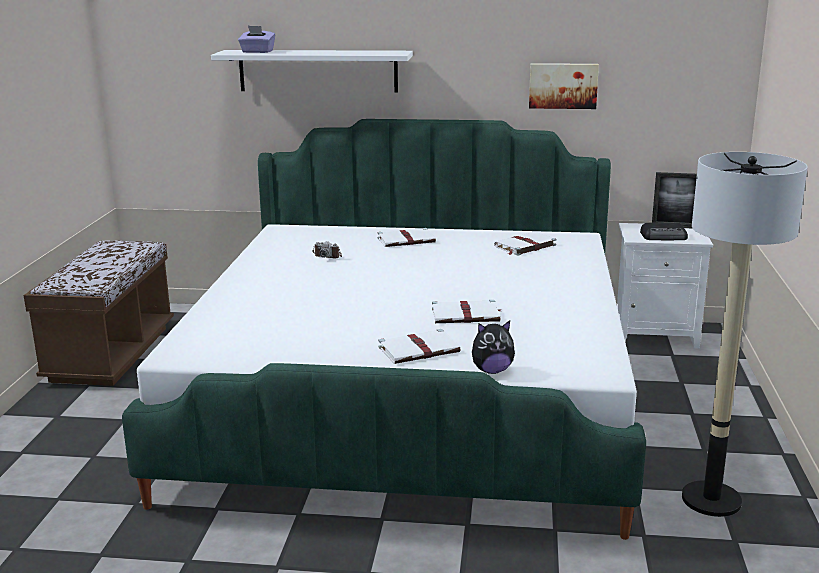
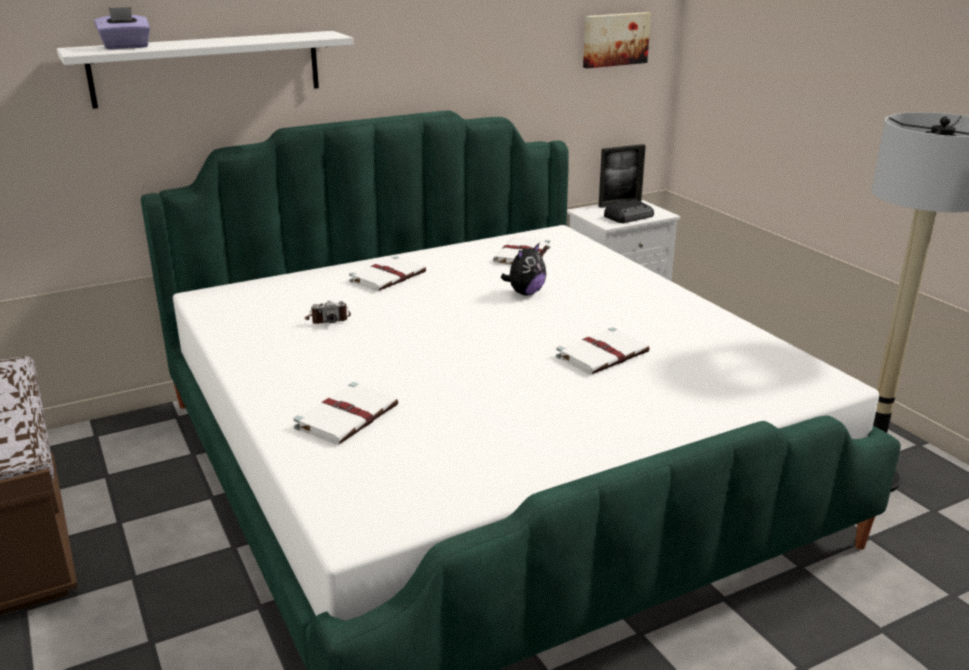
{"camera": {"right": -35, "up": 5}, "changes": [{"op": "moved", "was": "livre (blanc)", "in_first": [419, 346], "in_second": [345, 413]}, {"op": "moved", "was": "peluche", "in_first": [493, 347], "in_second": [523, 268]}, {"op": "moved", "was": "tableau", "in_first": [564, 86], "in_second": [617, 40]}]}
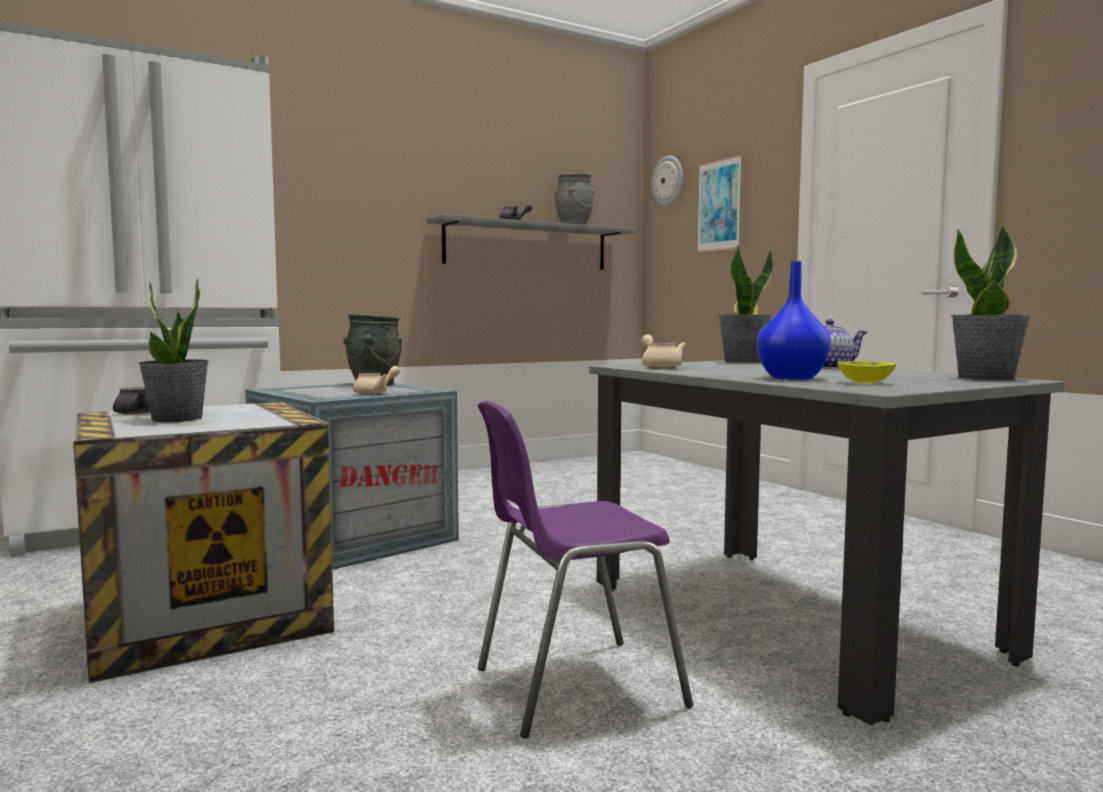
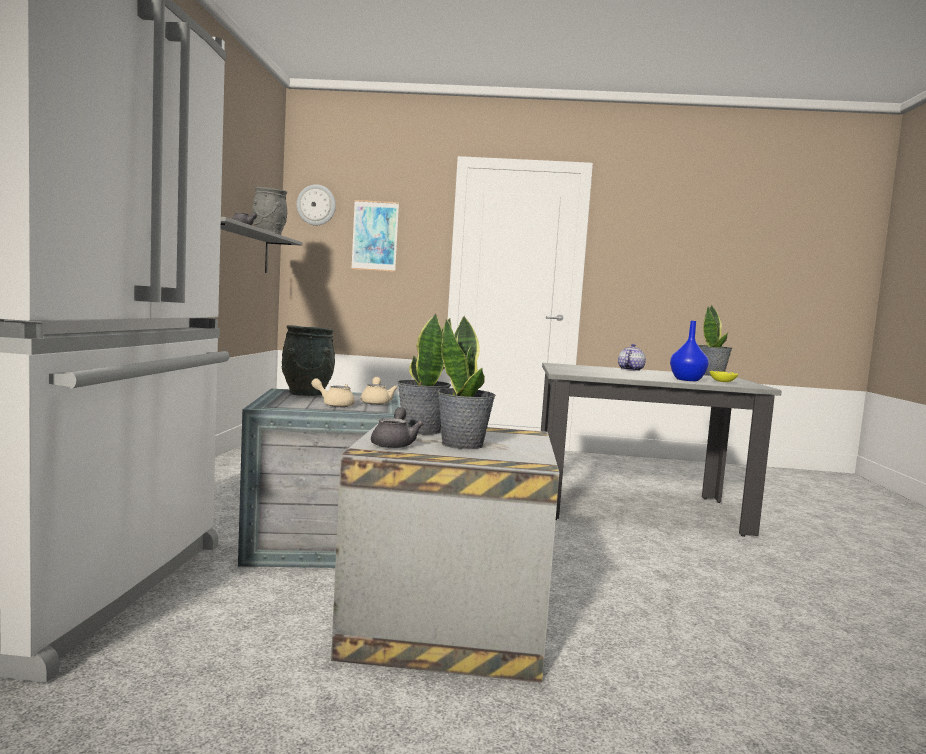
{"camera": {"right": -55, "up": 0}, "changes": [{"op": "moved", "was": "théière (beige)", "in_first": [664, 351], "in_second": [333, 392]}, {"op": "moved", "was": "plante en pot", "in_first": [745, 304], "in_second": [424, 374]}, {"op": "removed", "was": "chaise (violet)", "in_first": [585, 570]}]}
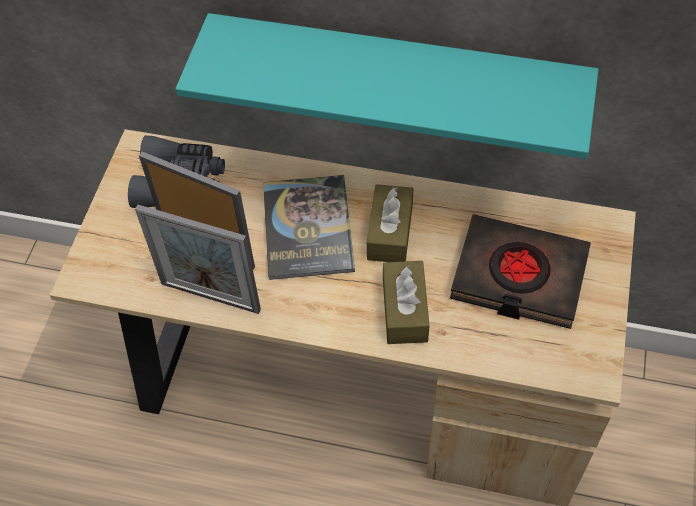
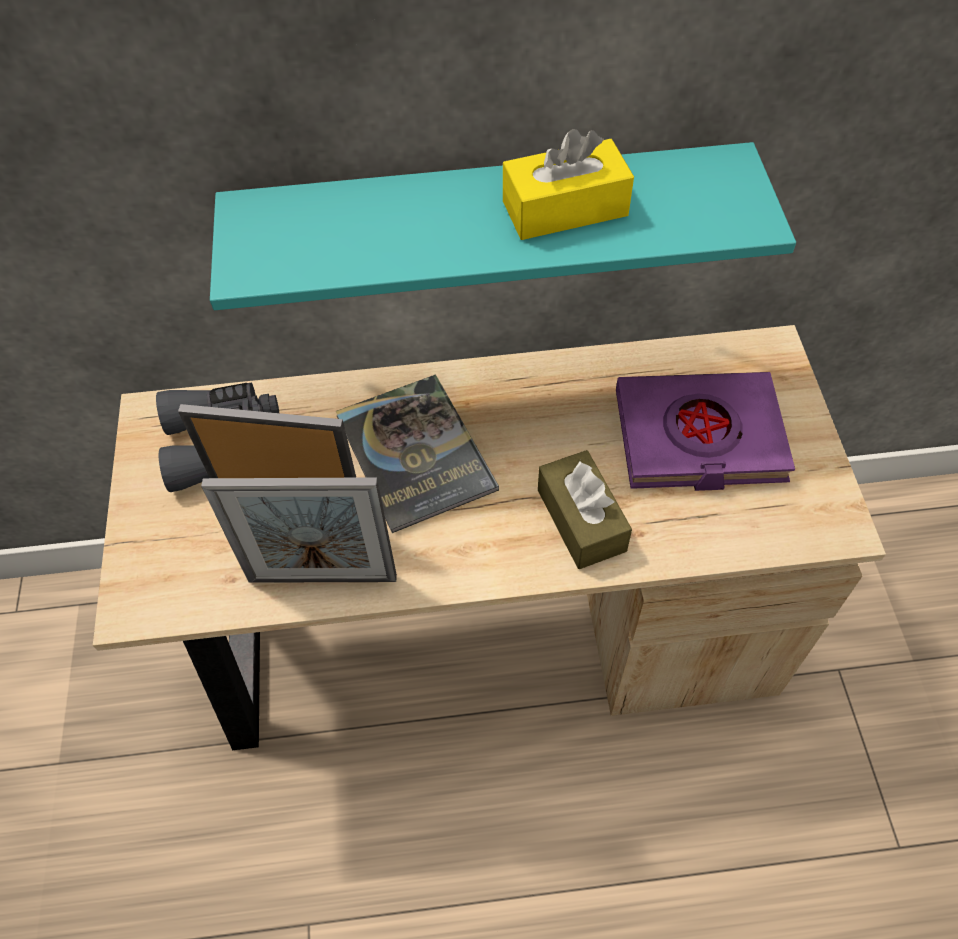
{"camera": {"right": -20, "up": 0}, "changes": [{"op": "added", "now": "boîte à mouchoirs (jaune)", "in_second": [568, 184]}, {"op": "recoloured", "was": "livre (noir)", "now": "livre (violet)", "in_first": [520, 271], "in_second": [705, 431]}, {"op": "removed", "was": "boîte à mouchoirs (marron)", "in_first": [390, 223]}]}
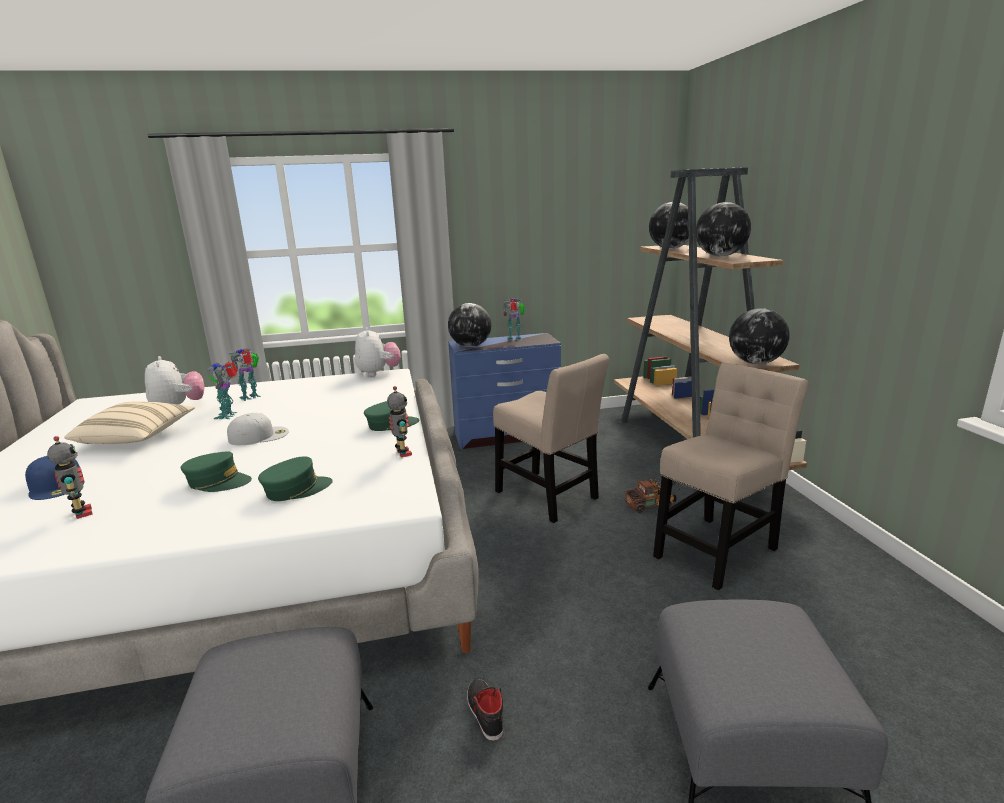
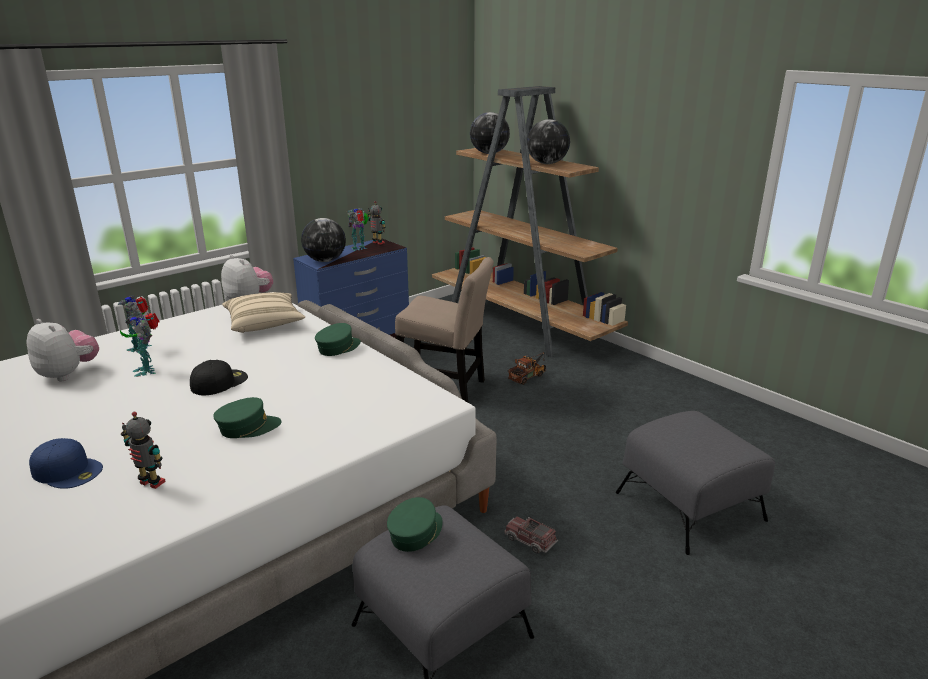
{"camera": {"right": -30, "up": 5}, "changes": [{"op": "recoloured", "was": "casquette (blanc)", "now": "casquette (noir)", "in_first": [258, 429], "in_second": [219, 377]}, {"op": "moved", "was": "coussin (beige)", "in_first": [129, 422], "in_second": [263, 312]}, {"op": "moved", "was": "robot jouet", "in_first": [399, 422], "in_second": [377, 223]}, {"op": "moved", "was": "casquette (vert)", "in_first": [295, 478], "in_second": [415, 524]}, {"op": "replaced", "was": "chaussure (noir)", "now": "camion jouet", "in_first": [485, 710], "in_second": [531, 535]}, {"op": "removed", "was": "chaise (beige)", "in_first": [731, 476]}, {"op": "removed", "was": "globe", "in_first": [759, 336]}]}
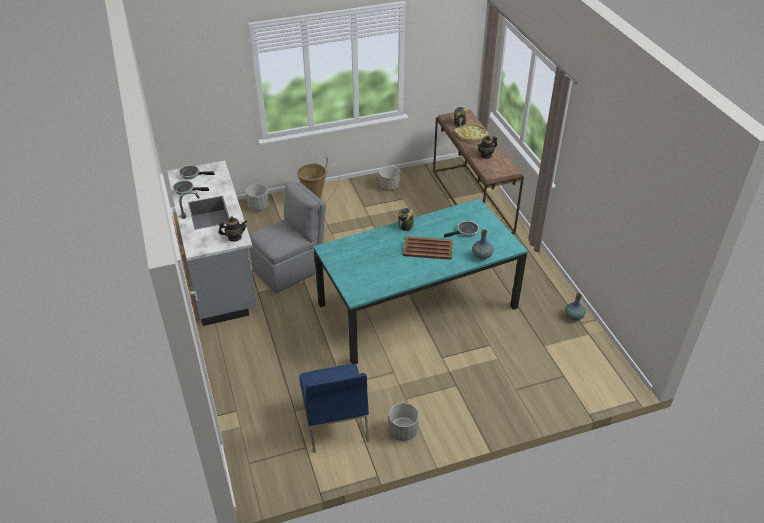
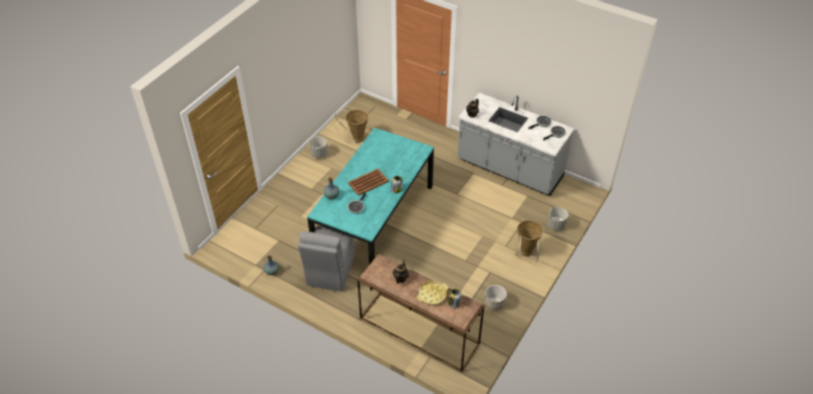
{"camera": {"right": 140, "up": 5}, "changes": [{"op": "moved", "was": "chaise (gris)", "in_first": [287, 237], "in_second": [326, 259]}, {"op": "replaced", "was": "chaise (bleu)", "now": "panier", "in_first": [334, 408], "in_second": [351, 126]}]}
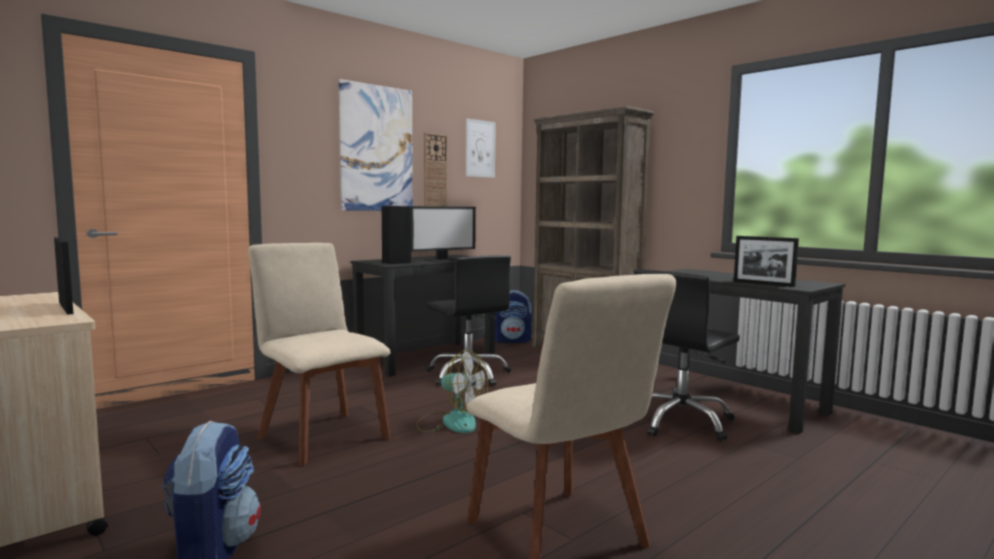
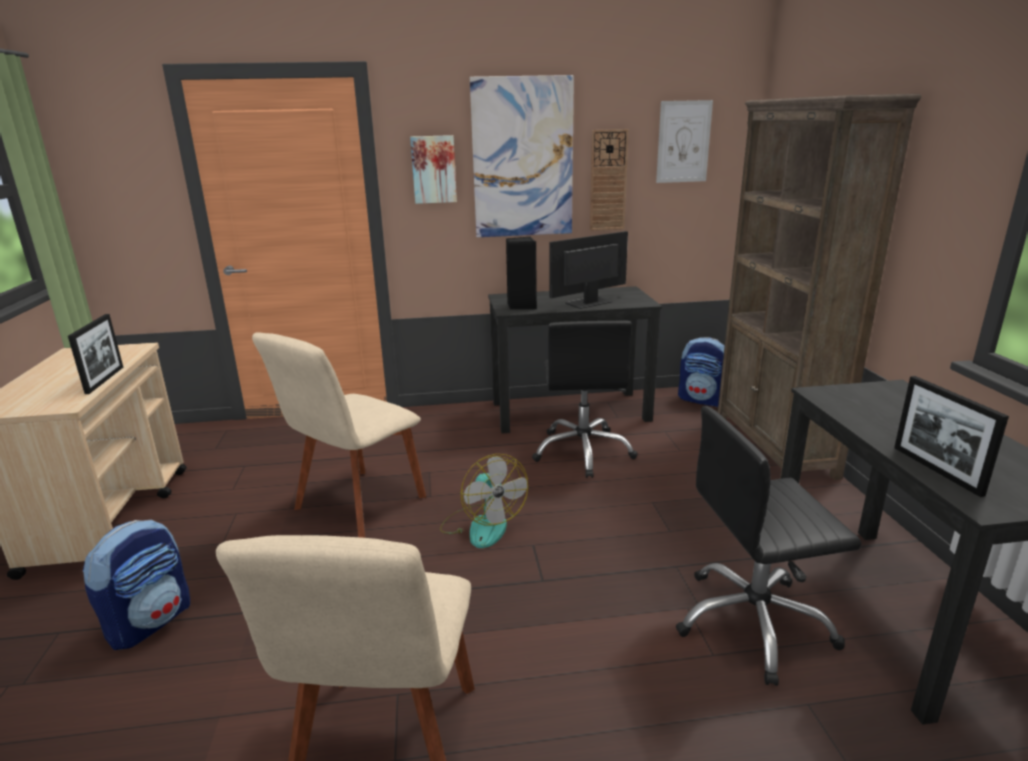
{"camera": {"right": 35, "up": 15}, "changes": [{"op": "turned", "was": "chaise (beige)", "in_first": [319, 354], "in_second": [339, 435], "clockwise": -135}, {"op": "added", "now": "tableau", "in_second": [433, 169]}, {"op": "turned", "was": "écran d'ordinateur", "in_first": [443, 234], "in_second": [589, 270], "clockwise": 150}]}
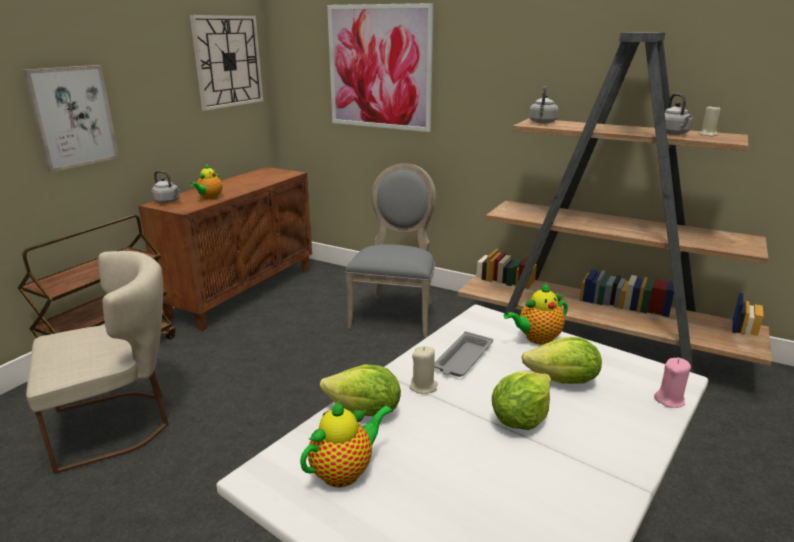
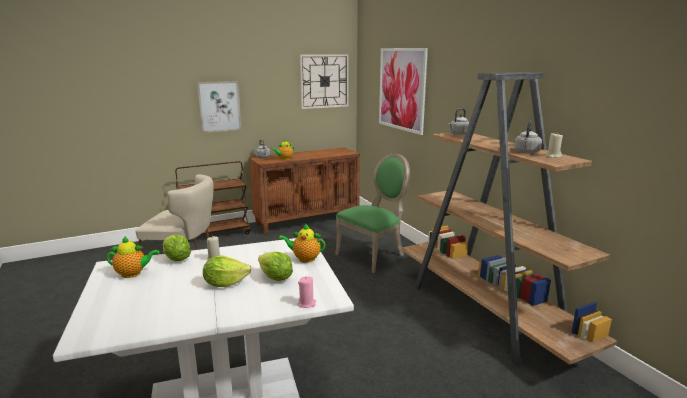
{"camera": {"right": 35, "up": -5}, "changes": [{"op": "recoloured", "was": "chaise (gris)", "now": "chaise (vert)", "in_first": [390, 250], "in_second": [372, 213]}, {"op": "removed", "was": "plateau (gris)", "in_first": [463, 354]}]}
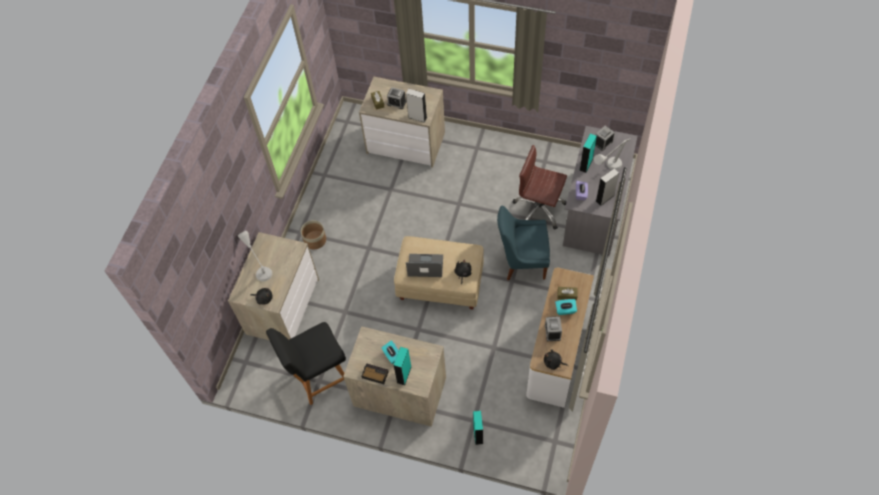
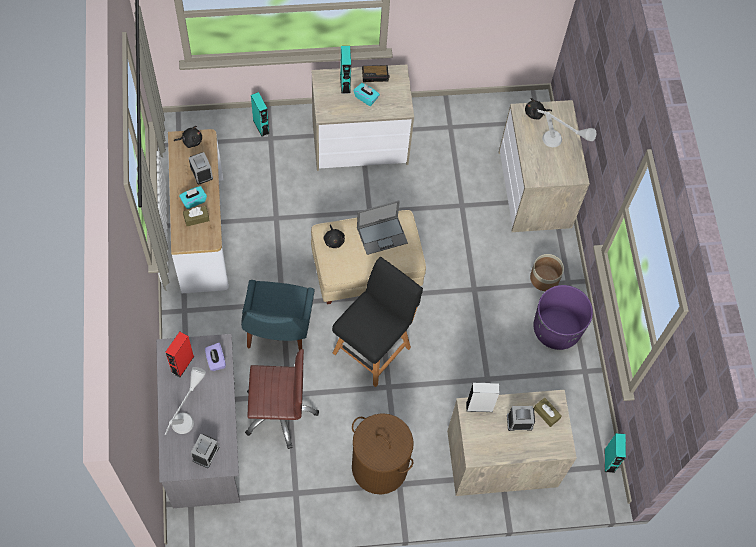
{"camera": {"right": 150, "up": 5}, "changes": [{"op": "recoloured", "was": "enceinte (gris)", "now": "enceinte (rouge)", "in_first": [607, 187], "in_second": [179, 355]}, {"op": "turned", "was": "chaise (bleu)", "in_first": [523, 243], "in_second": [278, 315], "clockwise": 120}, {"op": "moved", "was": "chaise (noir)", "in_first": [306, 363], "in_second": [377, 322]}, {"op": "added", "now": "panier à linge (marron)", "in_second": [383, 454]}, {"op": "added", "now": "cache-pot (violet)", "in_second": [563, 317]}, {"op": "moved", "was": "enceinte (turquoise)", "in_first": [588, 153], "in_second": [615, 453]}]}
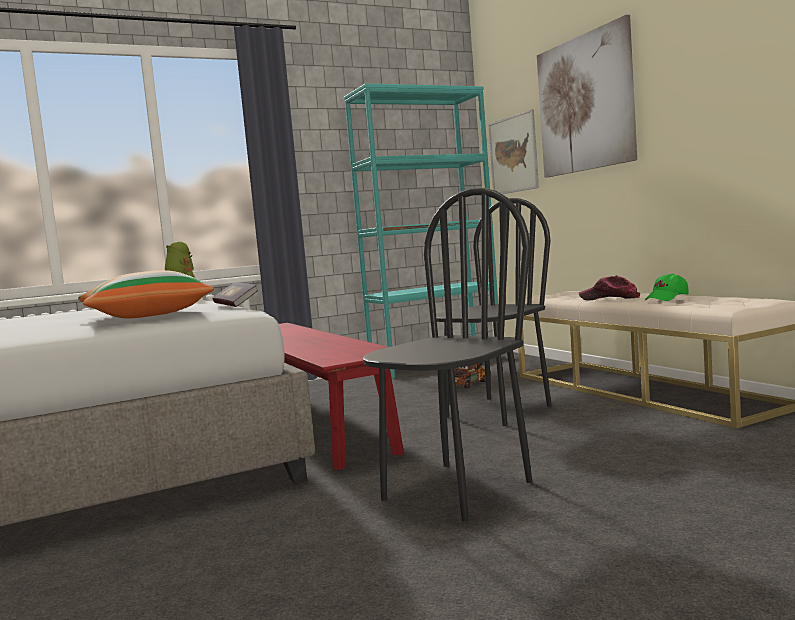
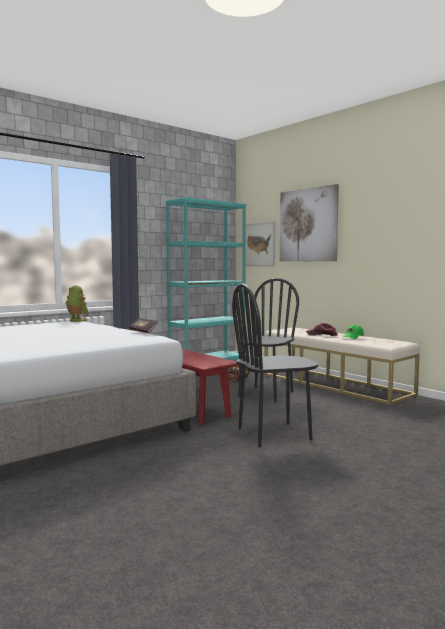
{"camera": {"right": -15, "up": 0}, "changes": [{"op": "turned", "was": "chaise (noir)", "in_first": [447, 355], "in_second": [275, 365], "clockwise": -135}, {"op": "removed", "was": "coussin", "in_first": [146, 294]}]}
